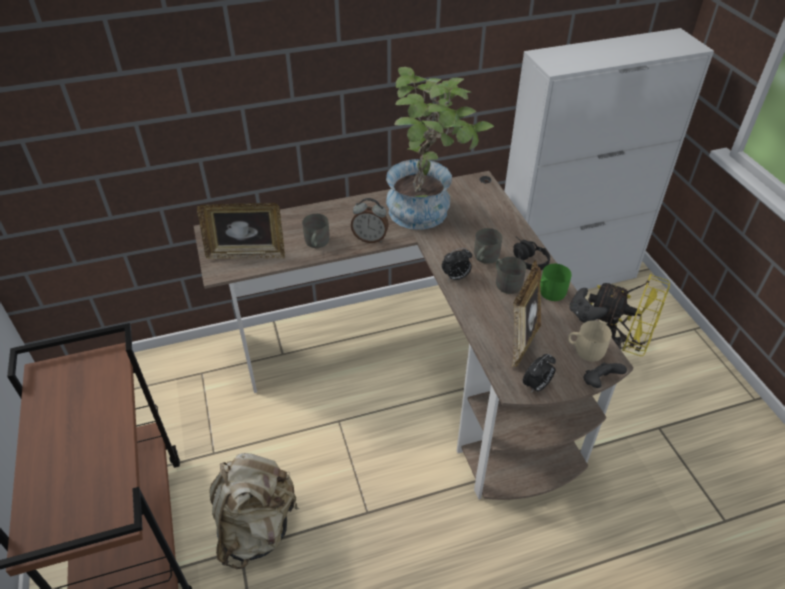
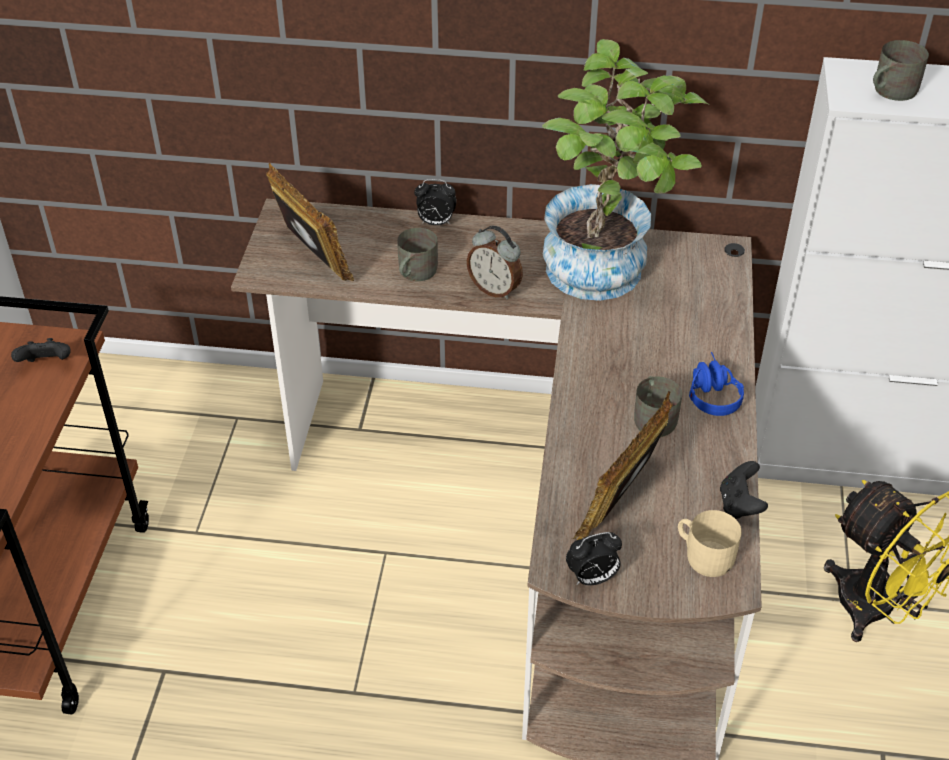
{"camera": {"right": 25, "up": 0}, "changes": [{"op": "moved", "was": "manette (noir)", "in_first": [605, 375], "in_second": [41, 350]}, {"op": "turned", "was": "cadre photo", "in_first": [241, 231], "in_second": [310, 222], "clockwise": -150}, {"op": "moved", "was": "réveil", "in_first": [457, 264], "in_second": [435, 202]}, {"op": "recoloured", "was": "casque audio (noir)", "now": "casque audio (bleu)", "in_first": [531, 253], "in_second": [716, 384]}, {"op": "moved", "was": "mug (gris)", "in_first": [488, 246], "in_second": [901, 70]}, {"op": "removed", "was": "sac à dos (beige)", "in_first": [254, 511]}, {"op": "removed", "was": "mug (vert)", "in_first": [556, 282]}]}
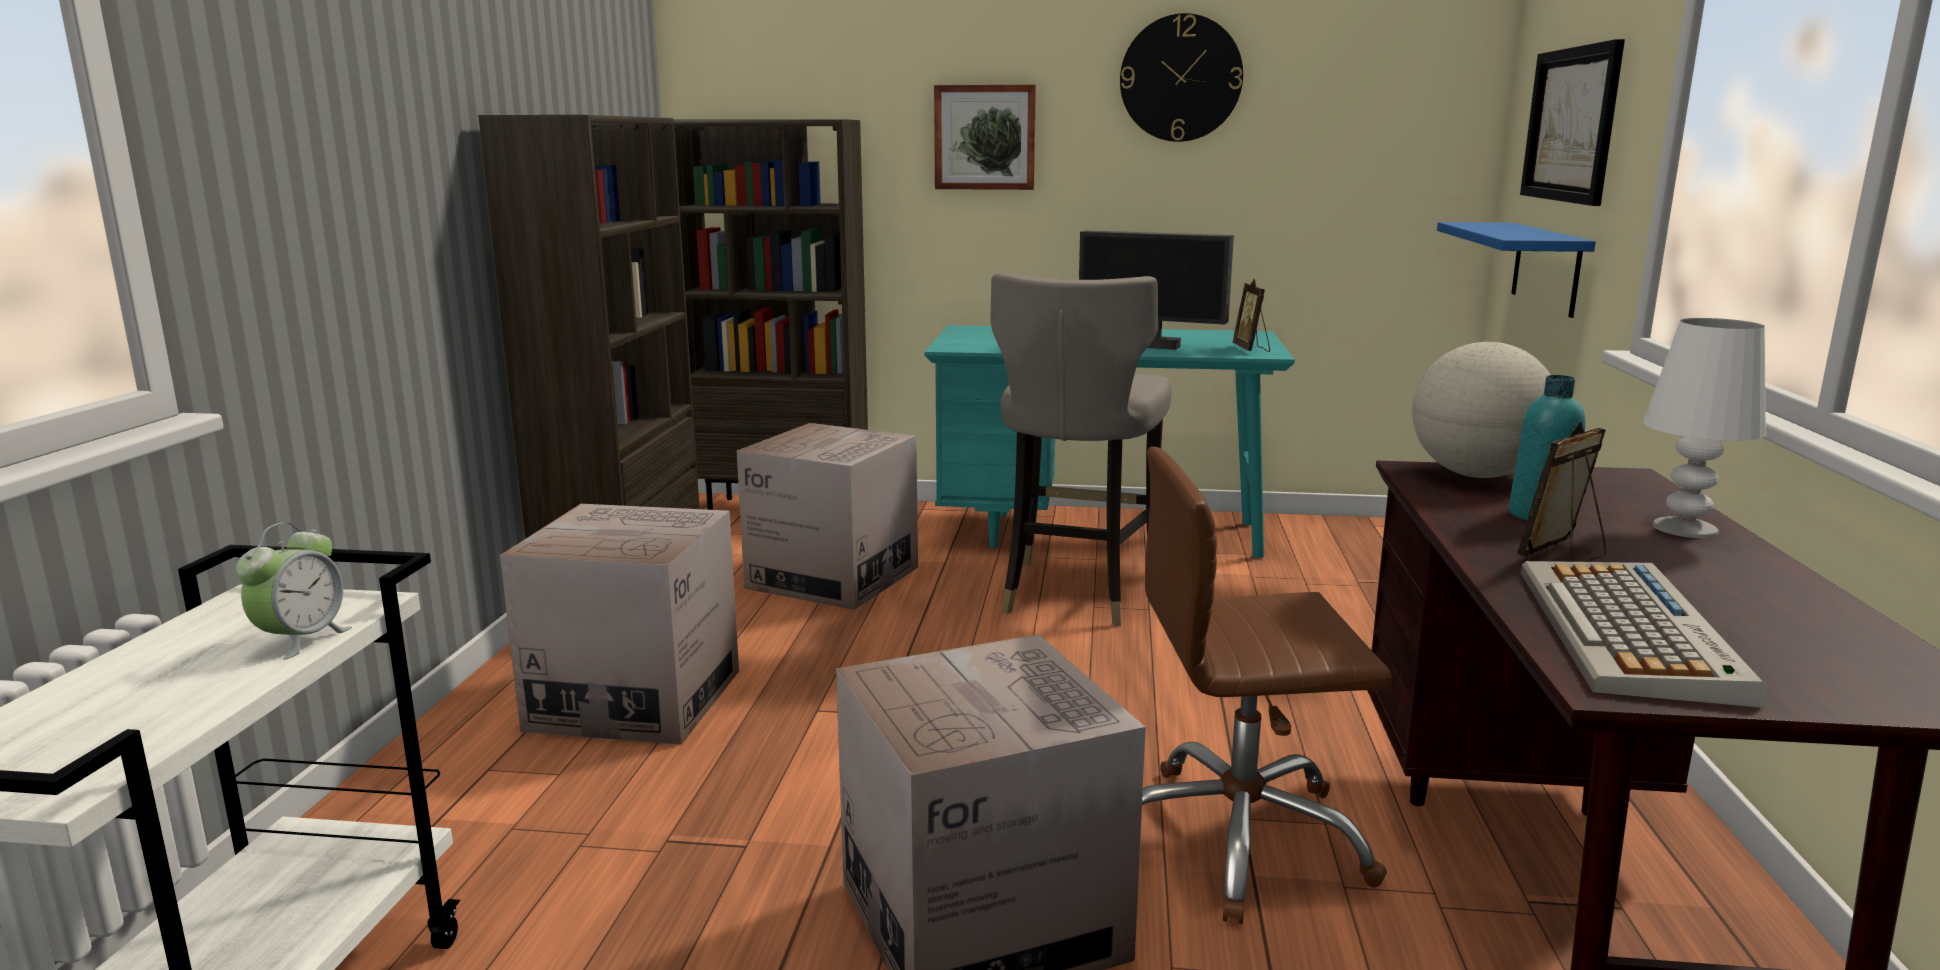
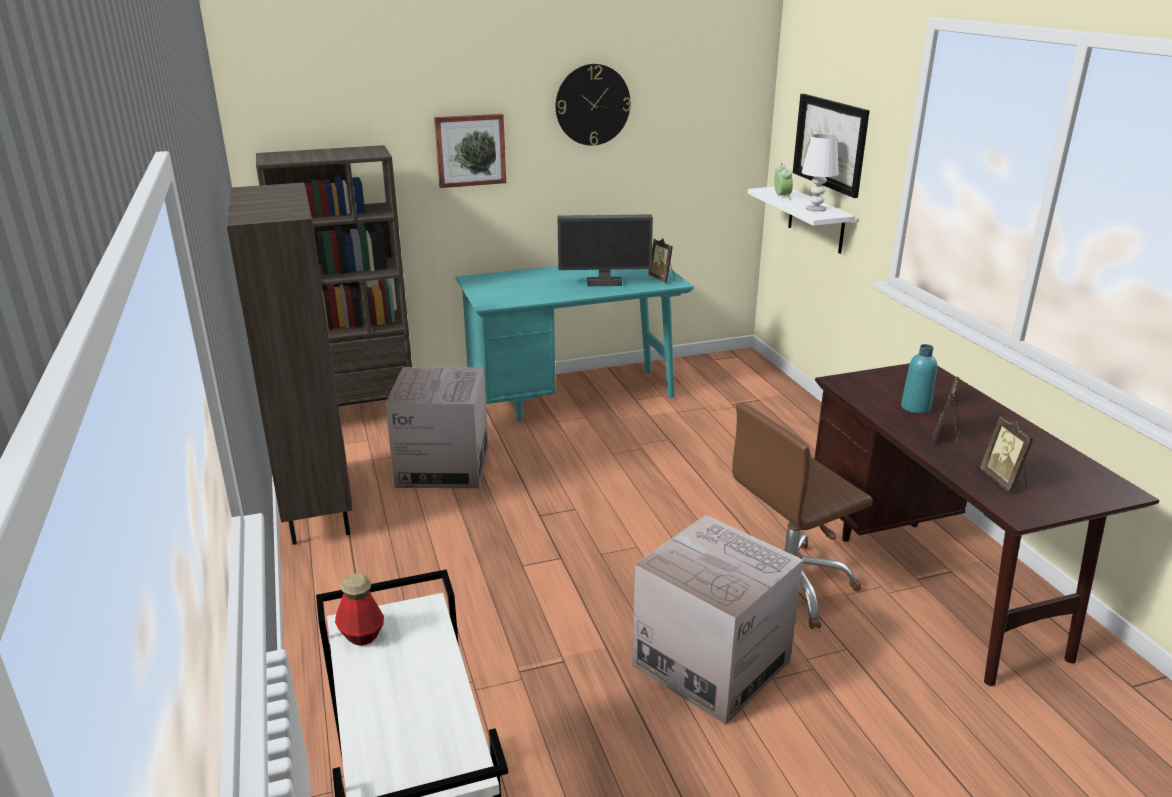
{"camera": {"right": -25, "up": 10}, "changes": [{"op": "added", "now": "bouteille", "in_second": [359, 610]}, {"op": "recoloured", "was": "étagère (bleu)", "now": "étagère (blanc)", "in_first": [1516, 270], "in_second": [801, 220]}, {"op": "moved", "was": "réveil", "in_first": [294, 591], "in_second": [783, 181]}, {"op": "moved", "was": "lampe de table (blanc)", "in_first": [1704, 428], "in_second": [820, 173]}, {"op": "replaced", "was": "clavier", "now": "cadre photo", "in_first": [1644, 634], "in_second": [1006, 454]}, {"op": "removed", "was": "carton", "in_first": [619, 624]}, {"op": "removed", "was": "tabouret (gris)", "in_first": [1081, 449]}, {"op": "removed", "was": "globe", "in_first": [1481, 410]}]}
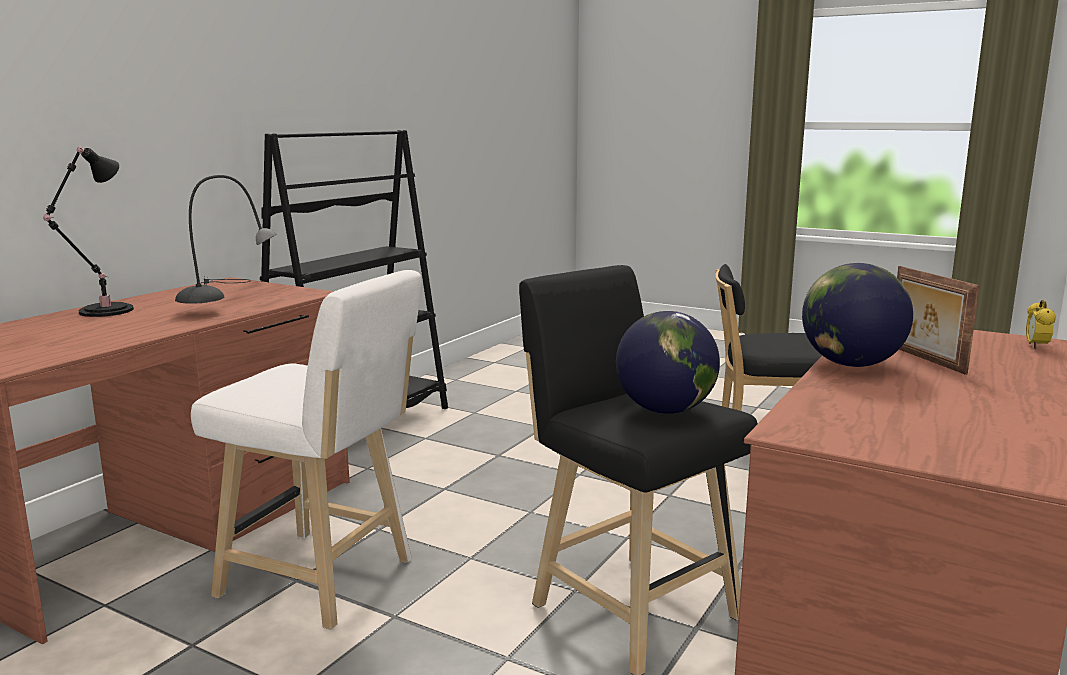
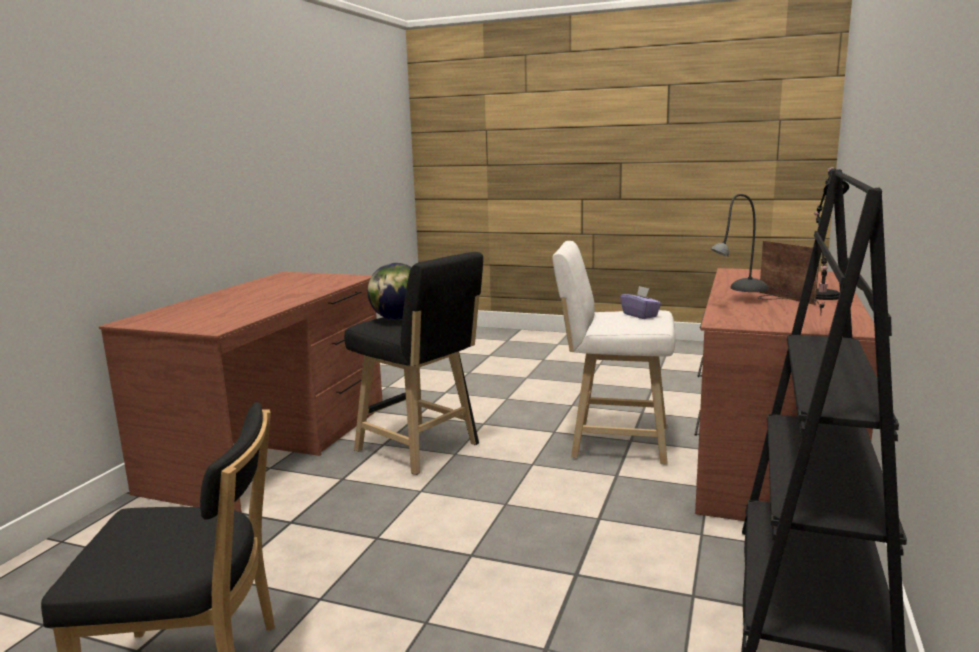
{"camera": {"right": 170, "up": 0}, "changes": [{"op": "added", "now": "boîte à mouchoirs (violet)", "in_second": [640, 302]}, {"op": "moved", "was": "cadre photo", "in_first": [938, 320], "in_second": [789, 273]}, {"op": "removed", "was": "globe", "in_first": [857, 315]}, {"op": "removed", "was": "réveil", "in_first": [1041, 324]}]}
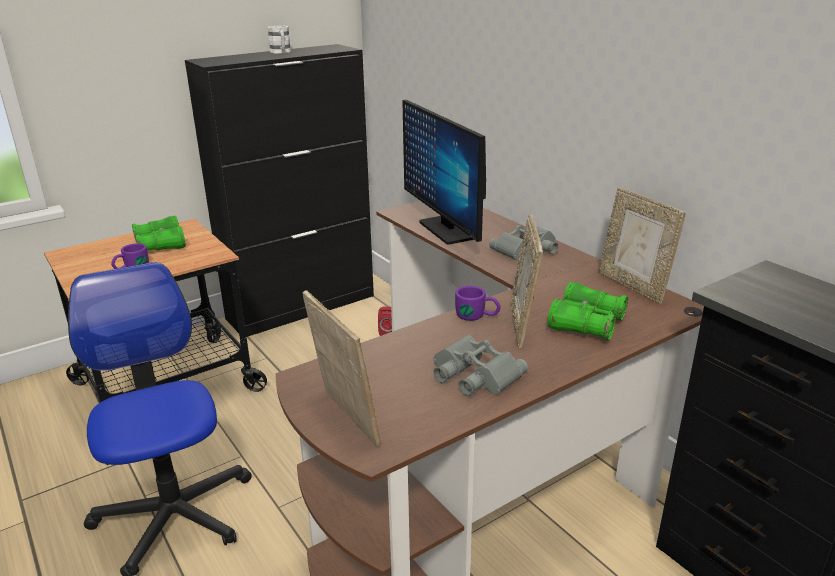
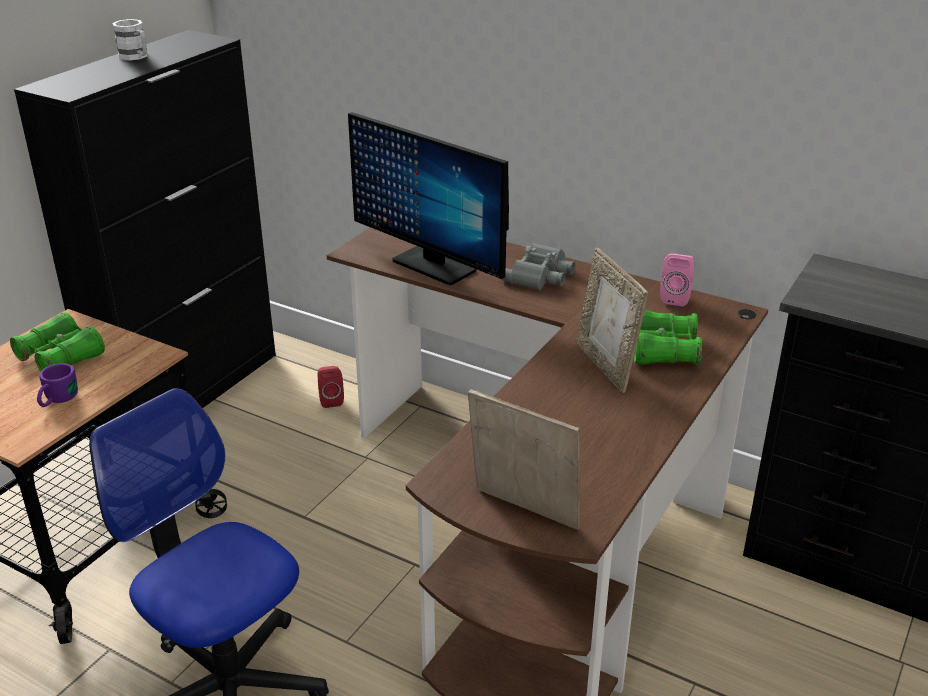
{"camera": {"right": -25, "up": 5}, "changes": [{"op": "replaced", "was": "cadre photo", "now": "enceinte (rose)", "in_first": [642, 245], "in_second": [677, 280]}, {"op": "removed", "was": "jumelles (gris)", "in_first": [480, 365]}, {"op": "removed", "was": "mug (violet)", "in_first": [478, 303]}]}
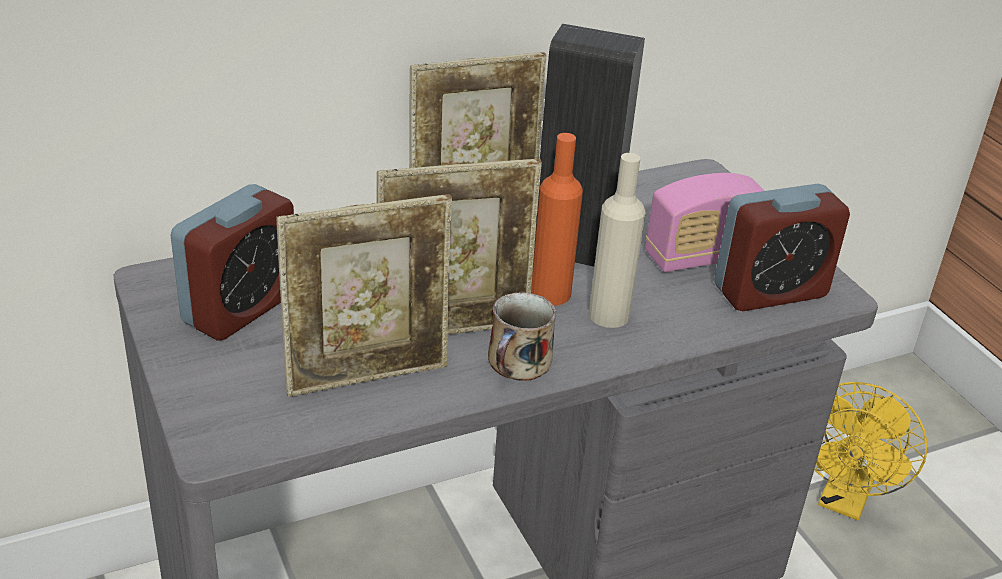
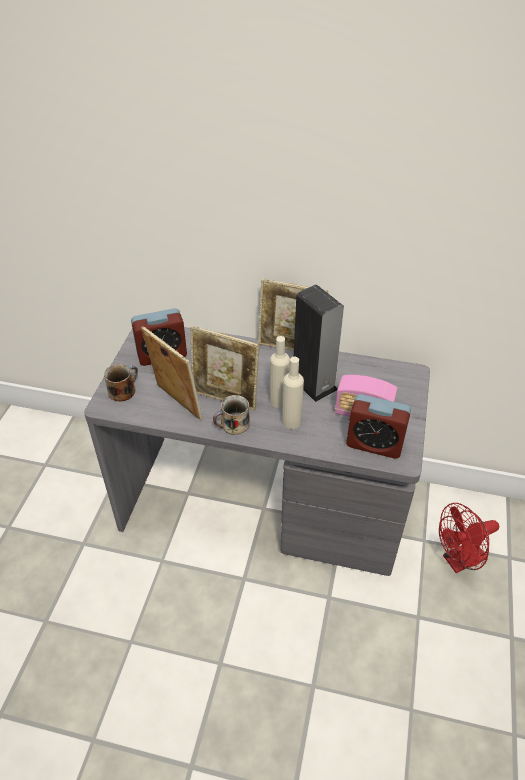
{"camera": {"right": 40, "up": 10}, "changes": [{"op": "added", "now": "mug", "in_second": [121, 382]}, {"op": "turned", "was": "cadre photo", "in_first": [364, 295], "in_second": [172, 373], "clockwise": -150}, {"op": "recoloured", "was": "bouteille (orange)", "now": "bouteille (beige)", "in_first": [557, 219], "in_second": [280, 372]}, {"op": "recoloured", "was": "ventilateur (jaune)", "now": "ventilateur (rouge)", "in_first": [870, 451], "in_second": [469, 538]}]}
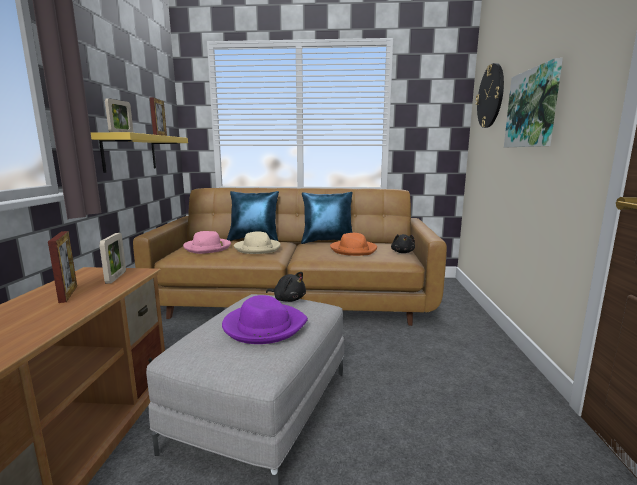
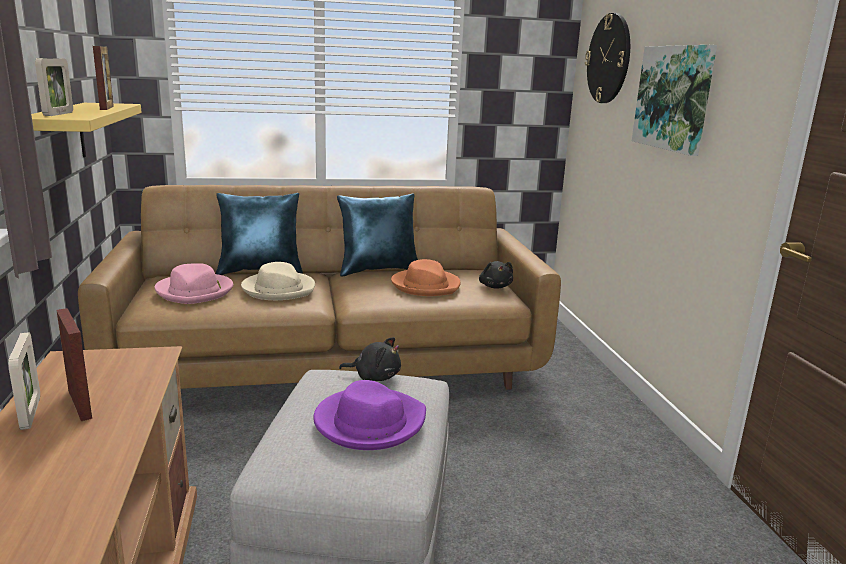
{"camera": {"right": -15, "up": 5}, "changes": [{"op": "moved", "was": "cadre photo", "in_first": [112, 258], "in_second": [24, 381]}]}
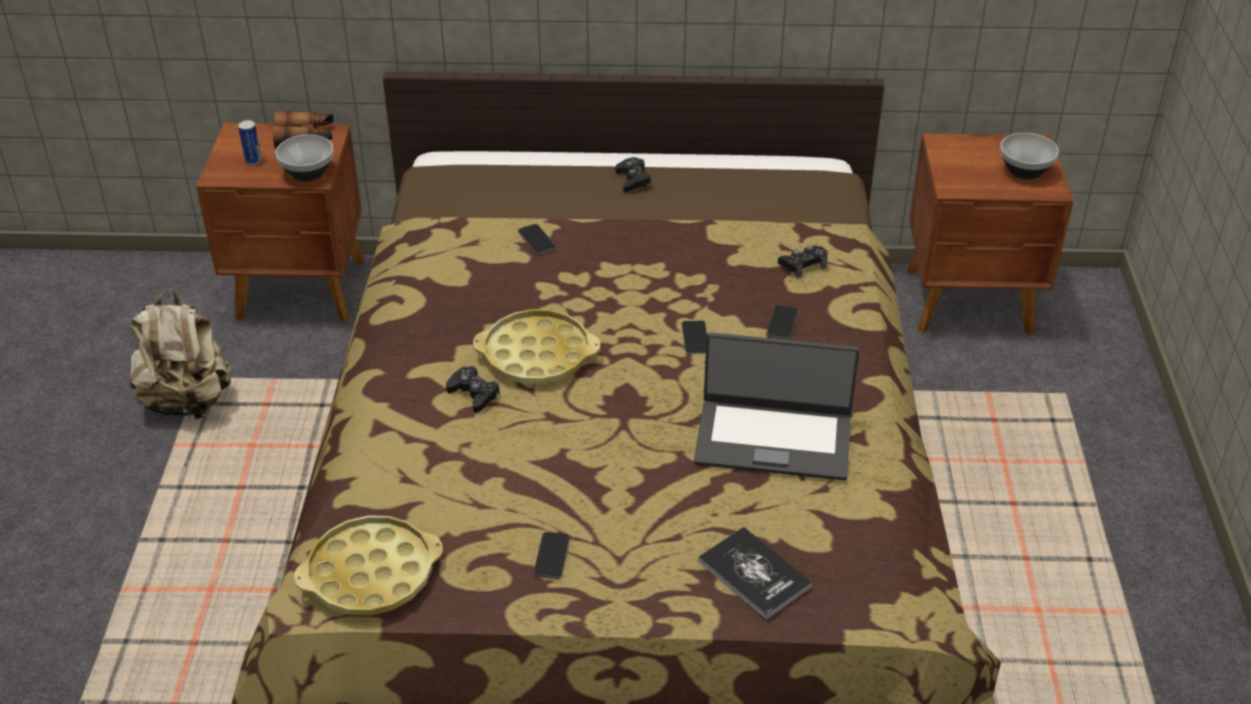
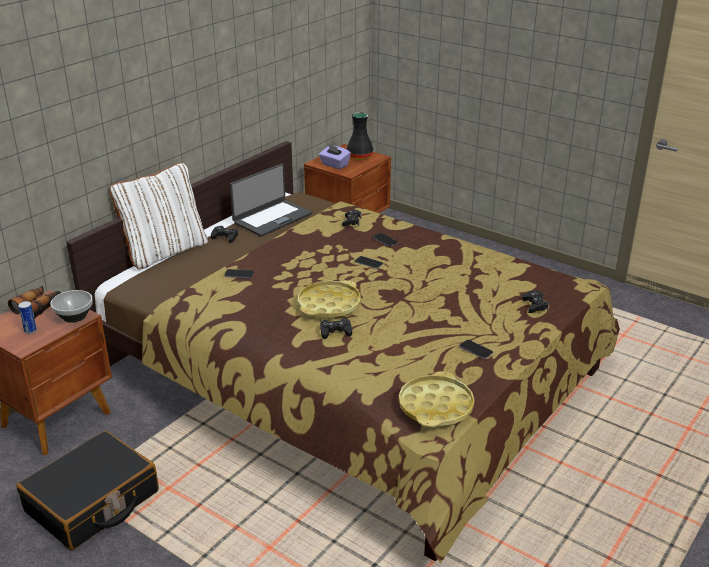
{"camera": {"right": -55, "up": -10}, "changes": [{"op": "replaced", "was": "sac à dos (beige)", "now": "valise (noir)", "in_first": [180, 354], "in_second": [88, 490]}, {"op": "added", "now": "coussin (blanc)", "in_second": [158, 216]}, {"op": "moved", "was": "ordinateur portable", "in_first": [777, 406], "in_second": [271, 200]}, {"op": "added", "now": "boîte à mouchoirs (violet)", "in_second": [335, 156]}, {"op": "replaced", "was": "bol", "now": "vase (noir)", "in_first": [1029, 156], "in_second": [360, 136]}, {"op": "replaced", "was": "livre", "now": "manette (noir)", "in_first": [755, 573], "in_second": [535, 301]}]}
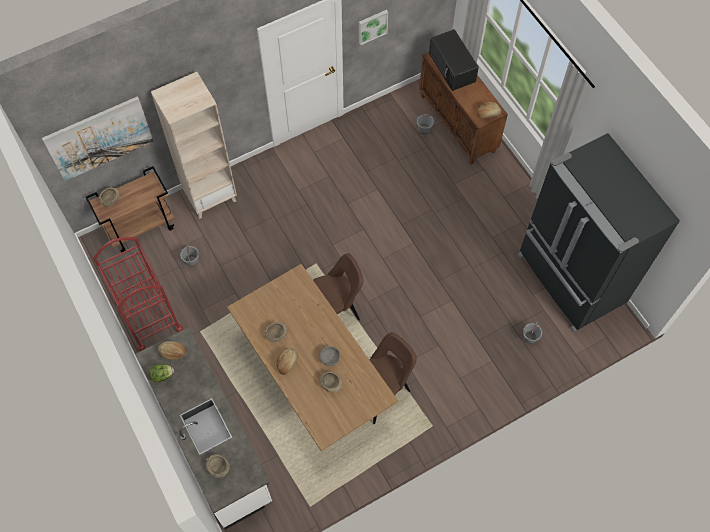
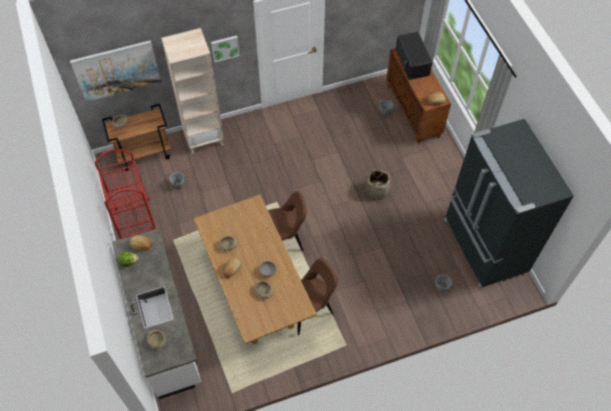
{"camera": {"right": 10, "up": -5}, "changes": [{"op": "moved", "was": "tableau", "in_first": [373, 27], "in_second": [225, 48]}, {"op": "added", "now": "panier", "in_second": [378, 184]}]}
